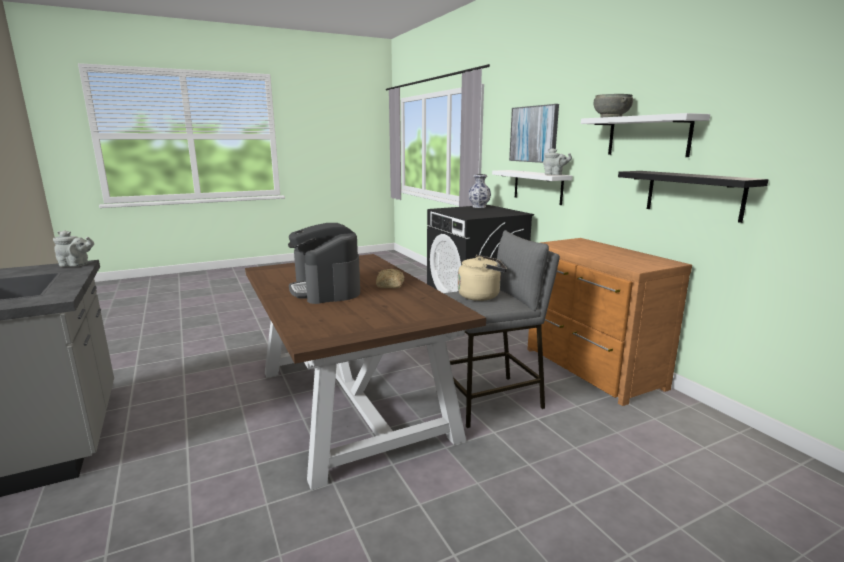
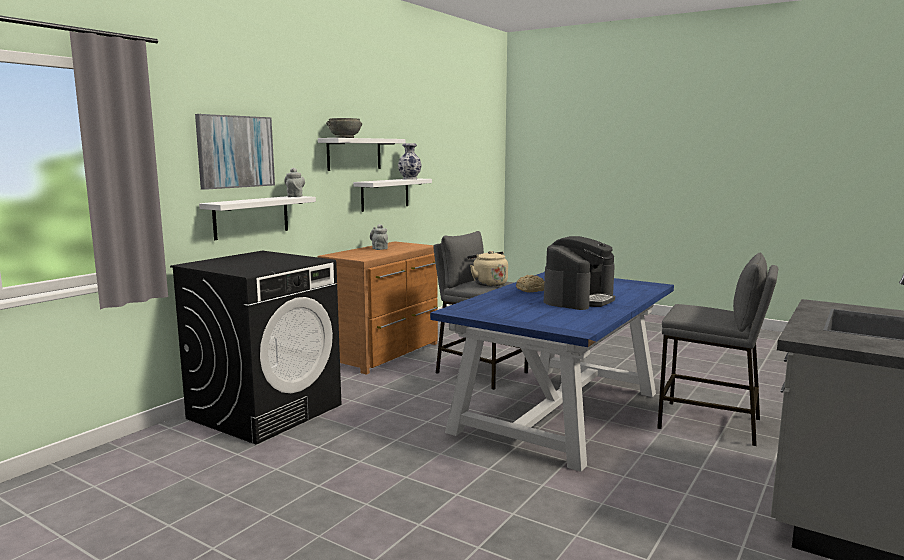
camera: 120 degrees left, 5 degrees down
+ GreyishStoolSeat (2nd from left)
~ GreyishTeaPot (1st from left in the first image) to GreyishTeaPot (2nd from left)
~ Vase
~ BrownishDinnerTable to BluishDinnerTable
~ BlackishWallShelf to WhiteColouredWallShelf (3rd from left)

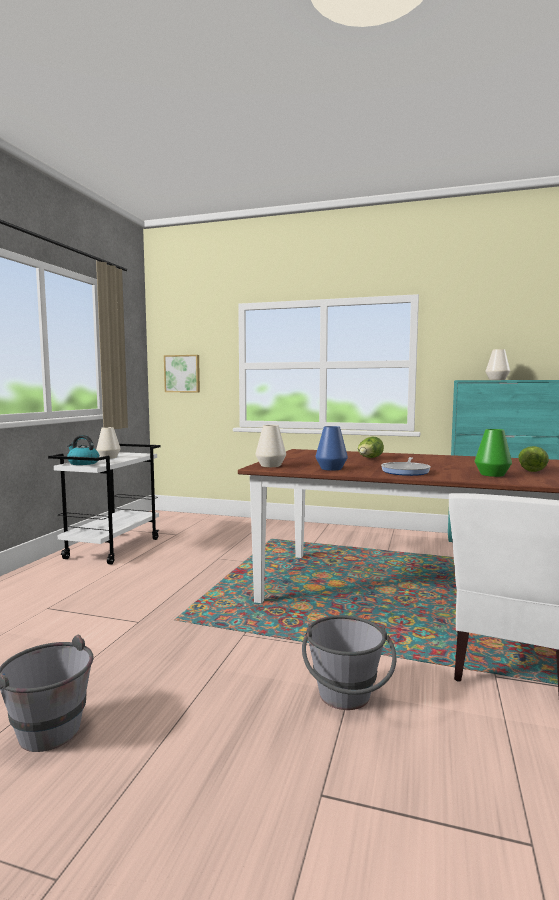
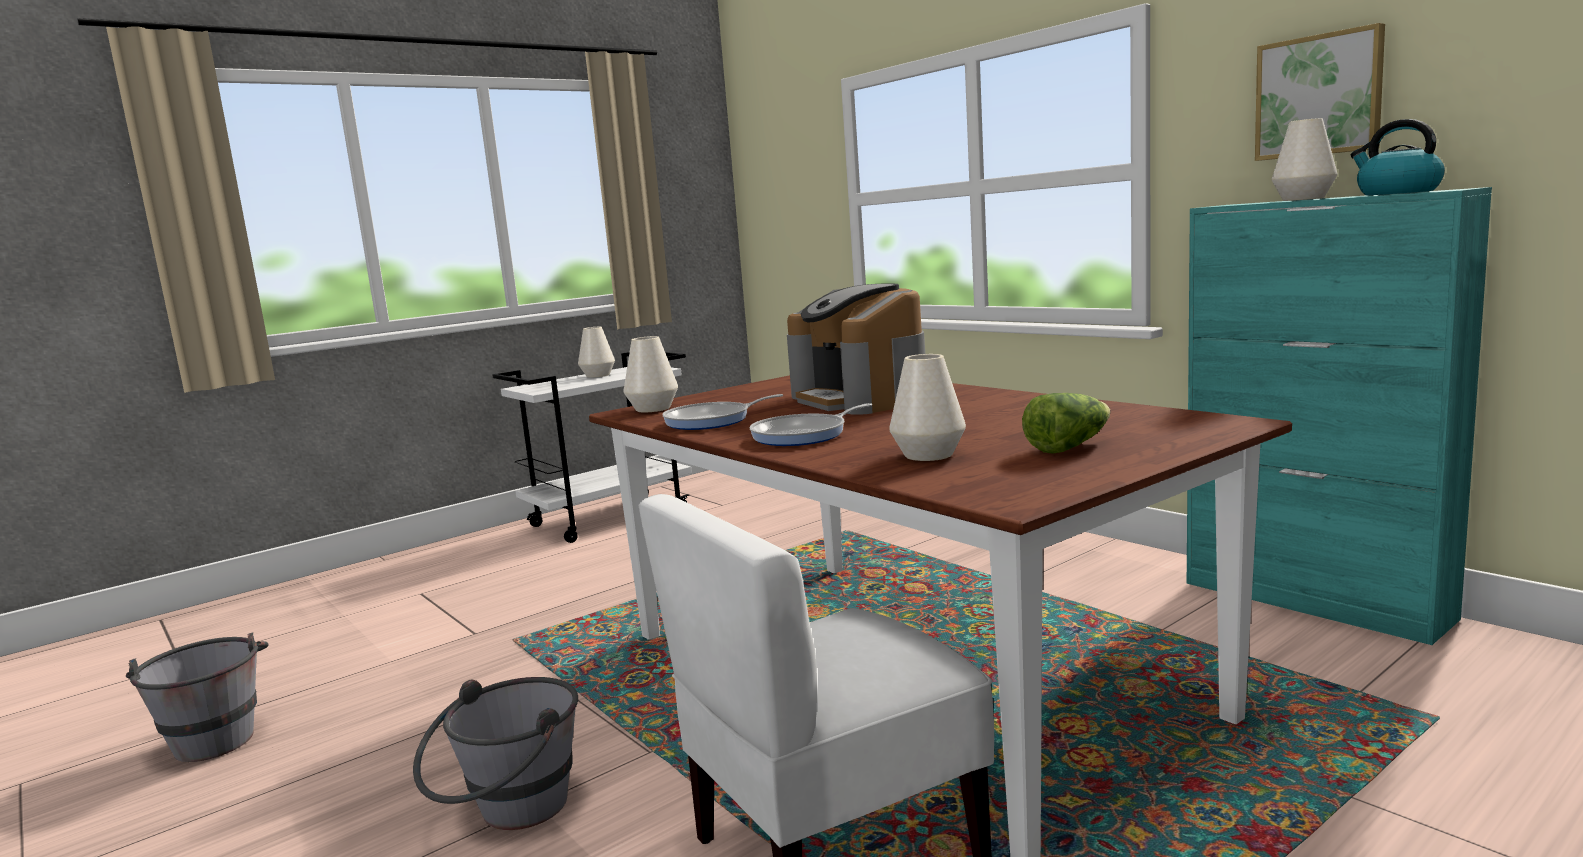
camera: 35 degrees right, 5 degrees up
~ Kettle
~ WallPicture
~ BluishVase to Skillet (1st from left)
~ Lettuce (1st from left) to CoffeeMaker
~ GreenishVase to WhiteColouredVase (3rd from left)

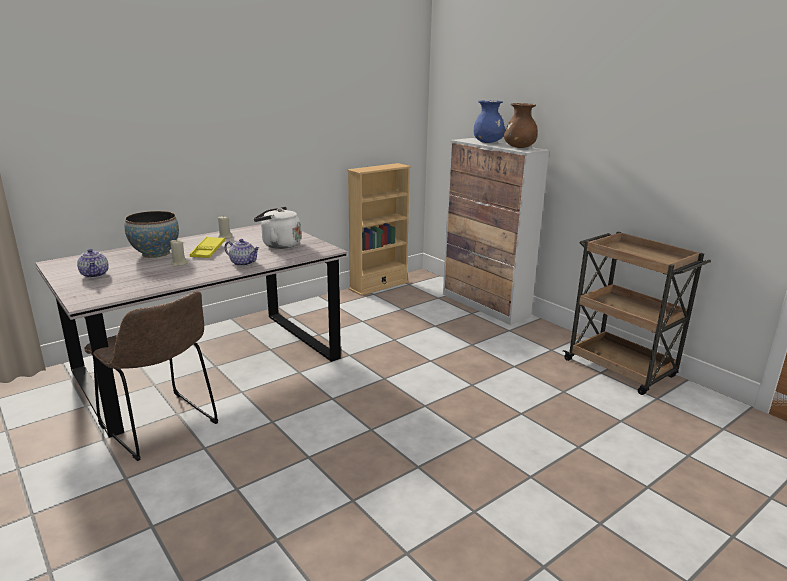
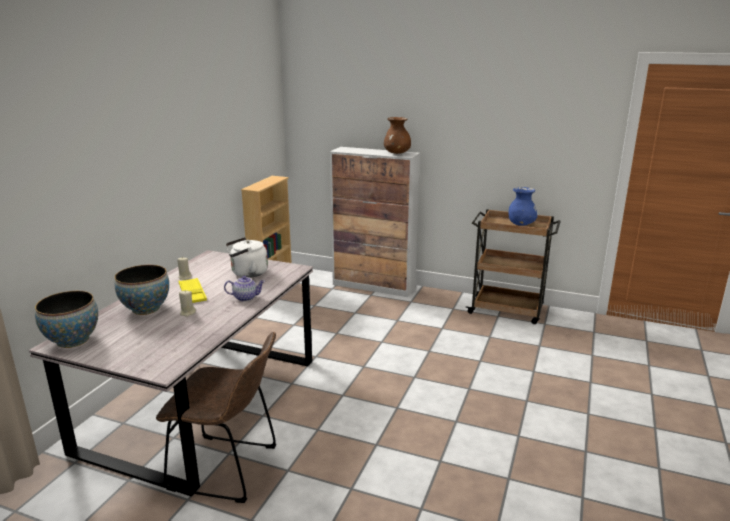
camera: 30 degrees left, 0 degrees up
- TeaPot (1st from left)
+ Bowl (1st from left)
~ BluishVase

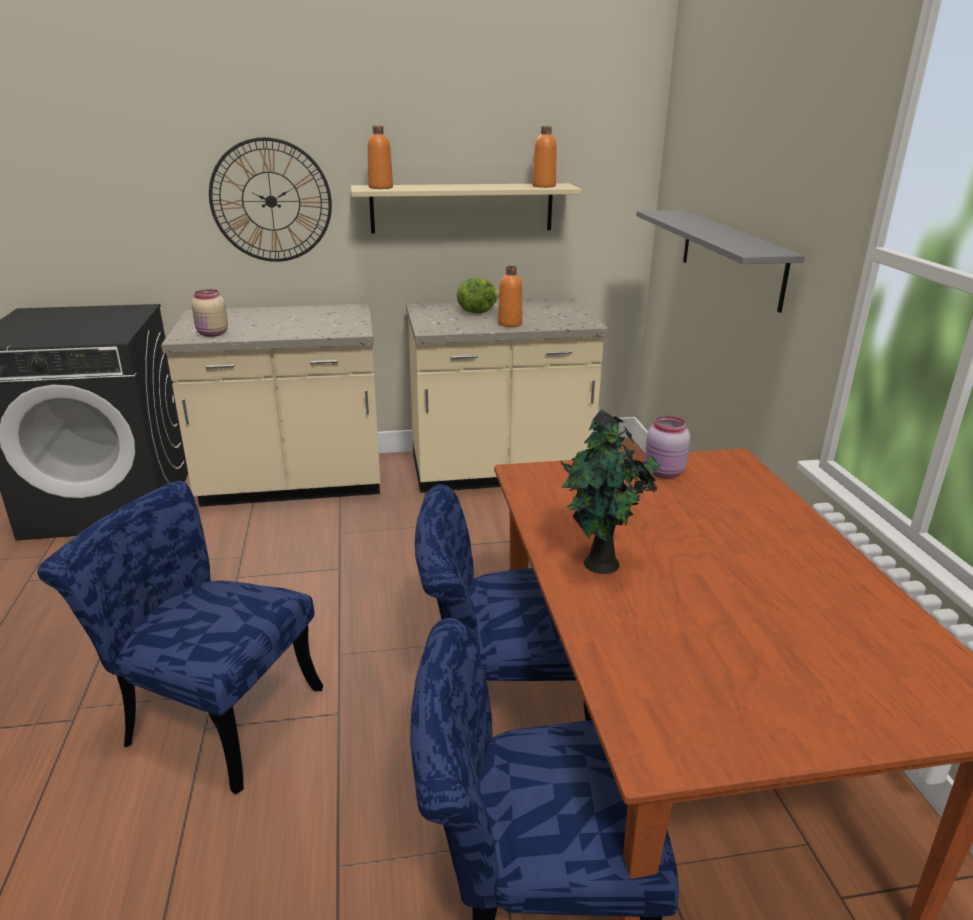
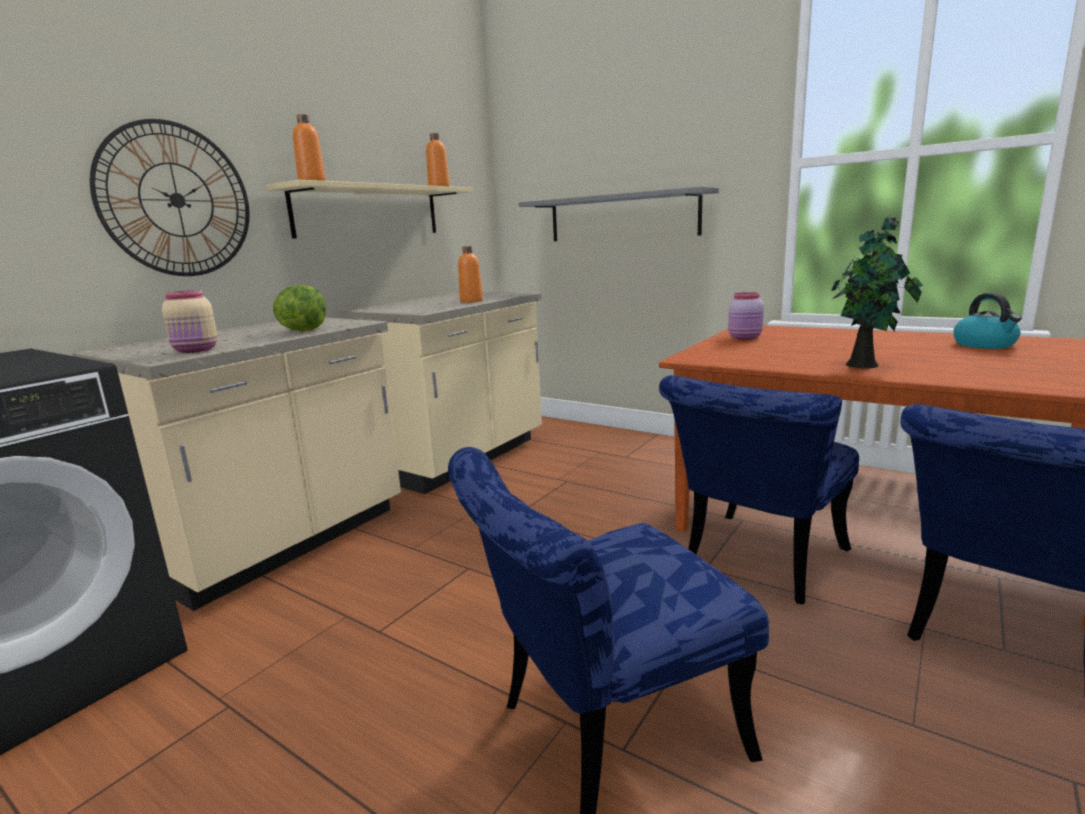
camera: 45 degrees left, 10 degrees down
+ Kettle
~ Lettuce

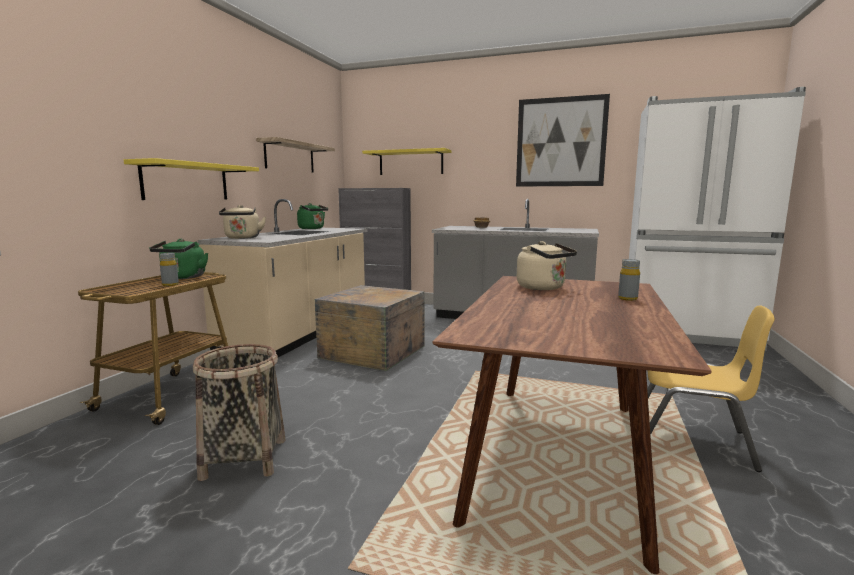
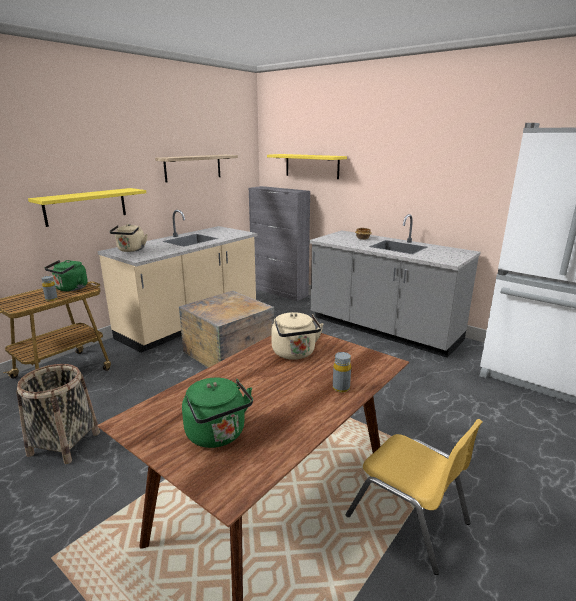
camera: 20 degrees right, 10 degrees up
- WallPicture
~ GreenishKettle (2nd from left)

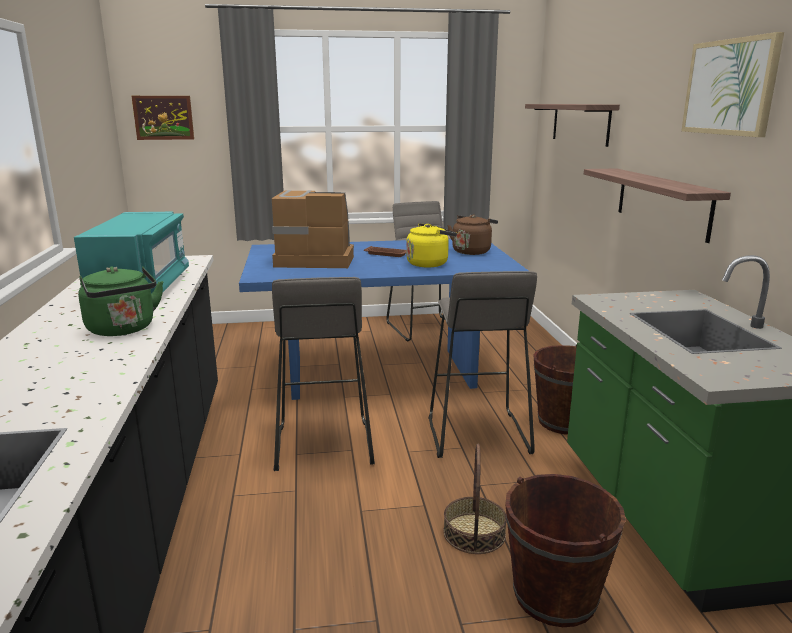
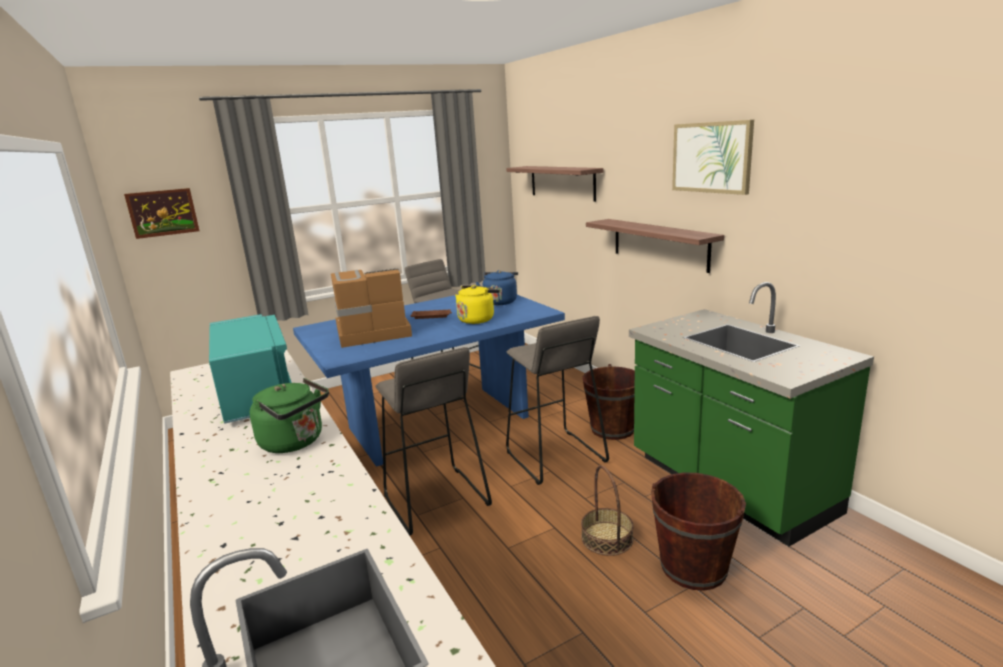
camera: 20 degrees left, 0 degrees up
~ BrownishKettle to BluishKettle

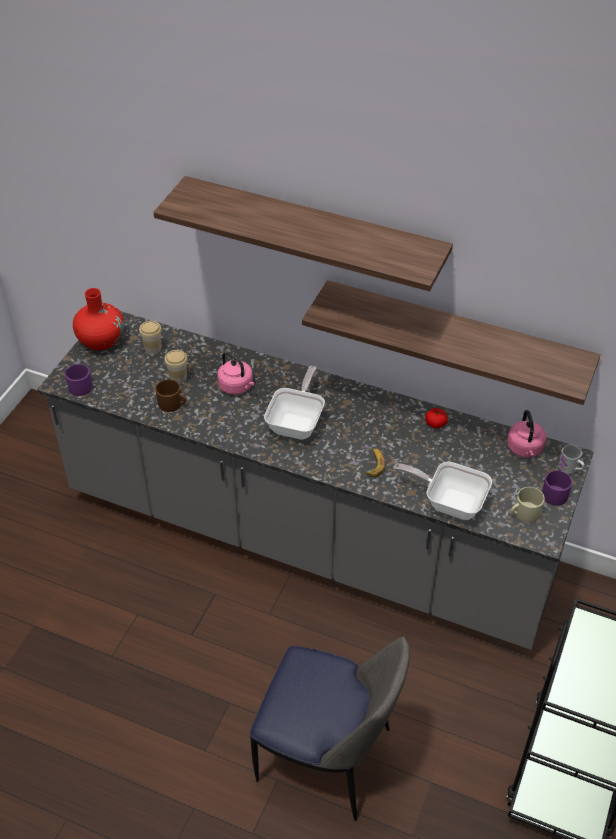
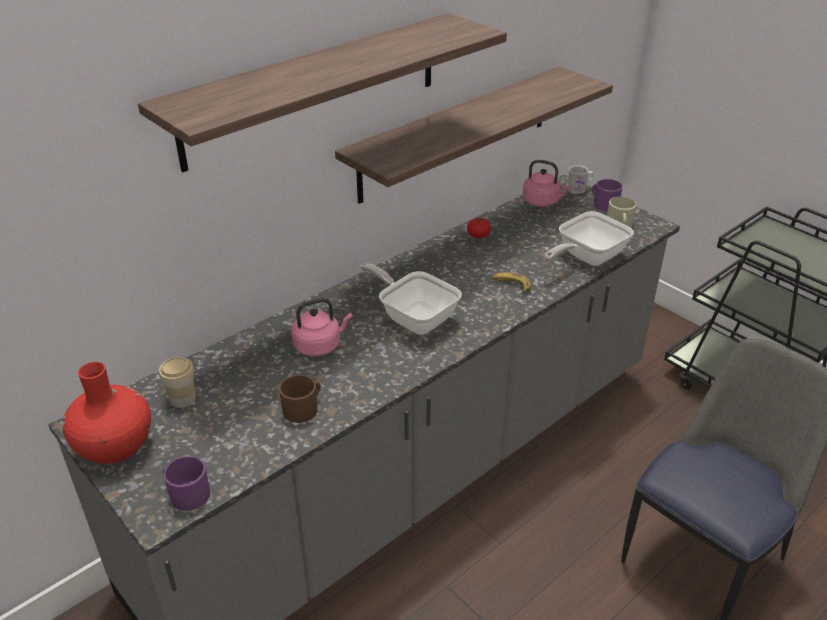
camera: 65 degrees left, 10 degrees down
- Cup (2nd from left)

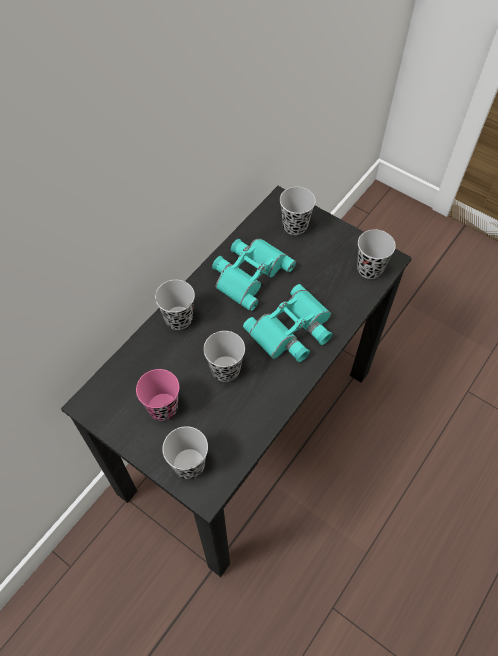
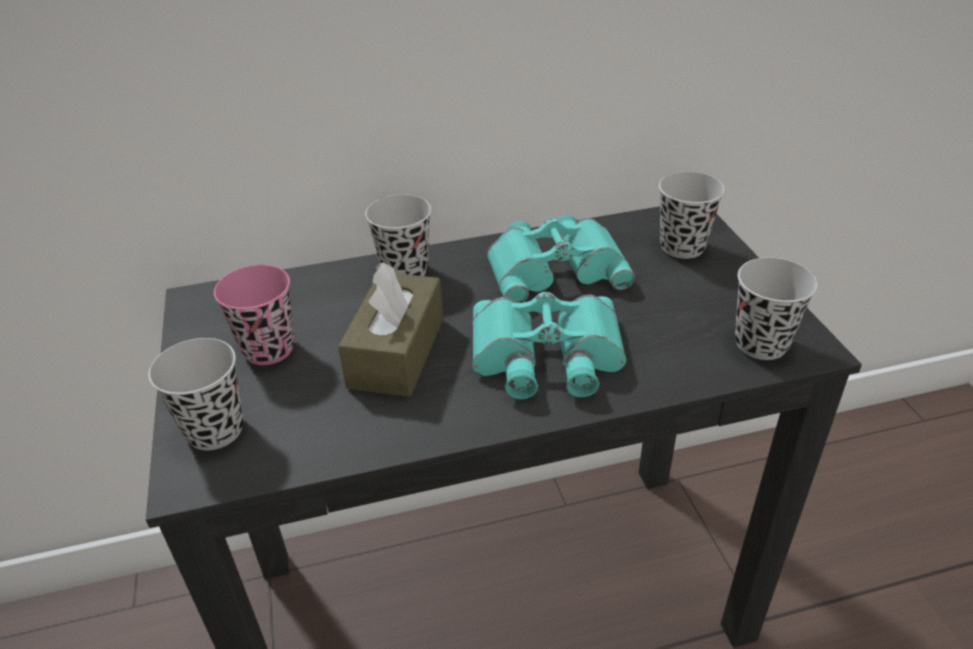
camera: 40 degrees right, 20 degrees down
~ BlackishCup (3rd from left) to BrownishTissueHolder

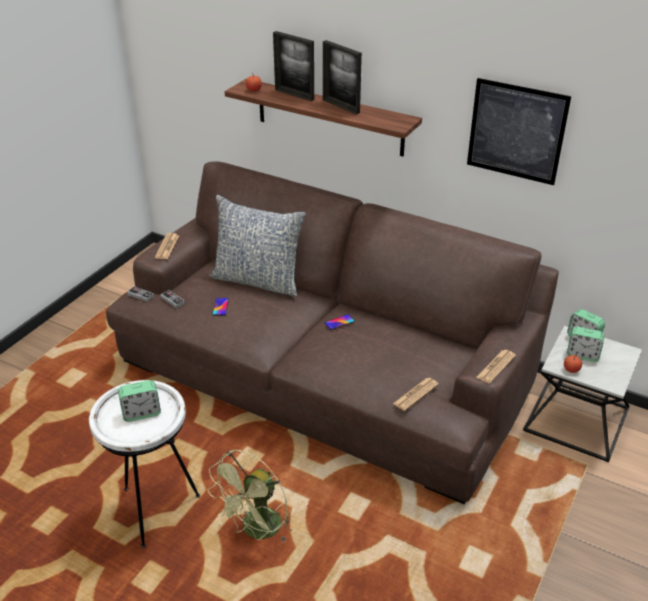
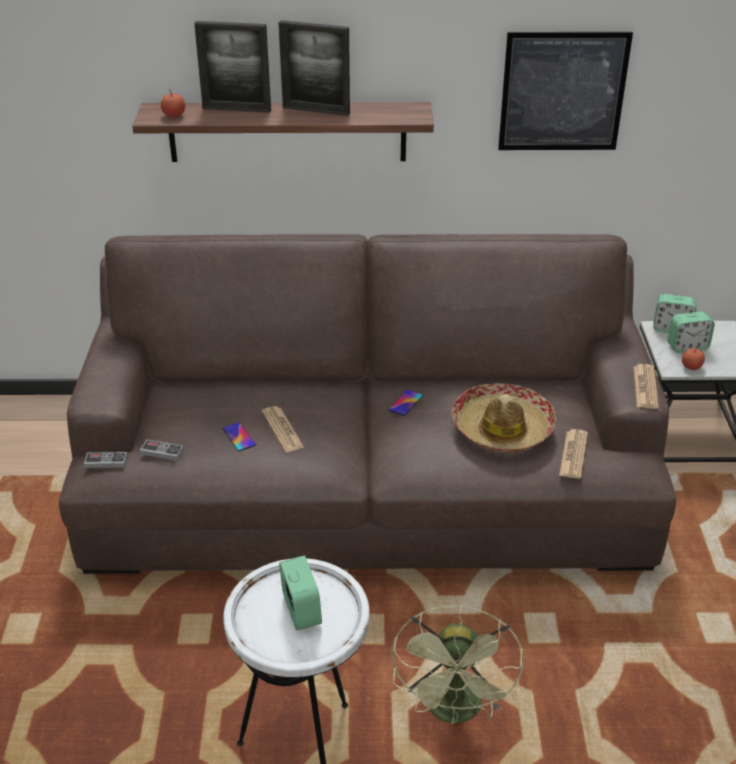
camera: 30 degrees left, 0 degrees up
- Cushion
+ Hat
~ DailyPaper (1st from left)
~ TableClock (1st from left) 60 degrees counterclockwise

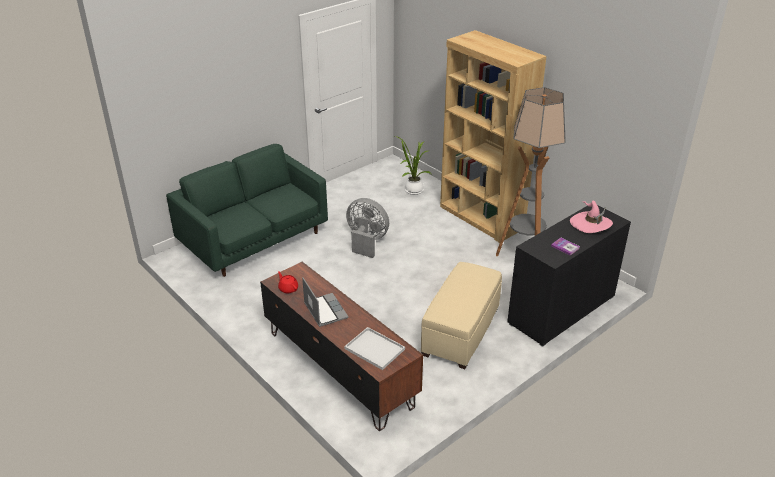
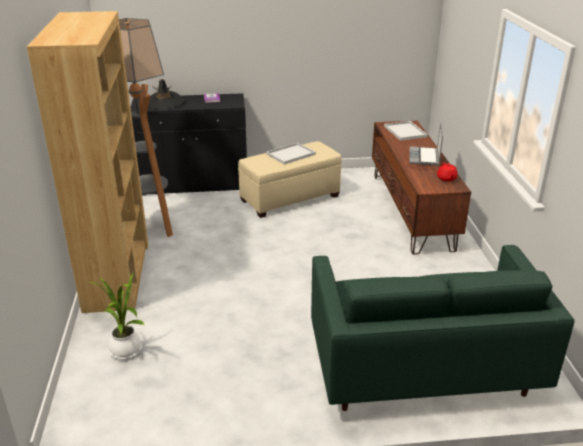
camera: 145 degrees left, 5 degrees down
- GreyishCoolingFan
+ WhiteColouredTray (1st from left)
~ PinkHat to BlackishHat

